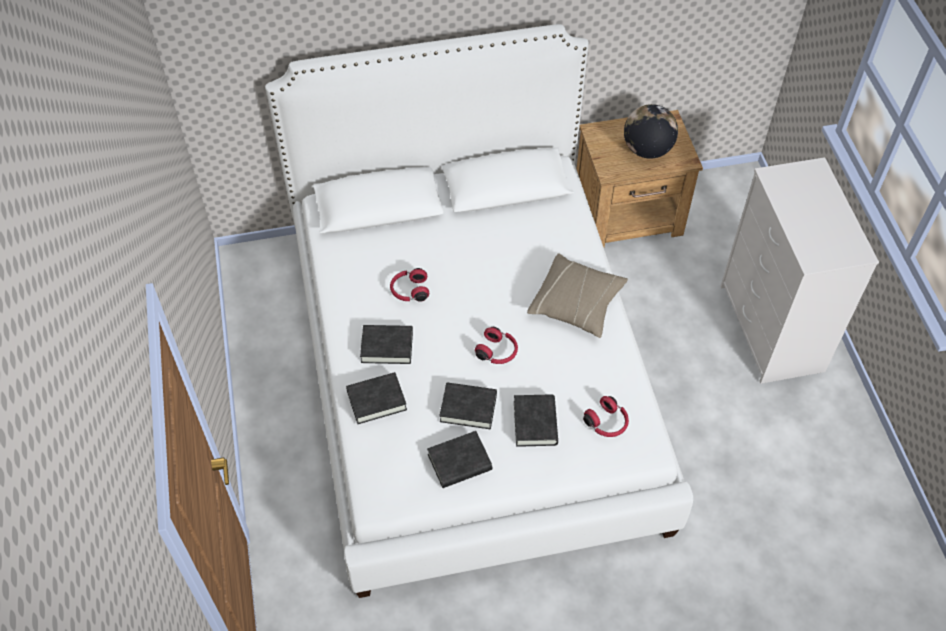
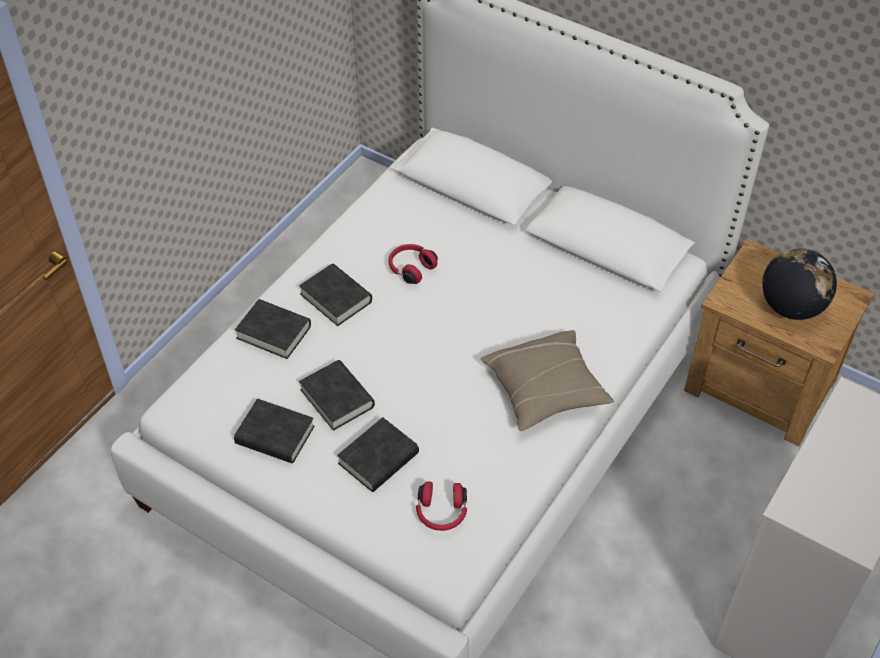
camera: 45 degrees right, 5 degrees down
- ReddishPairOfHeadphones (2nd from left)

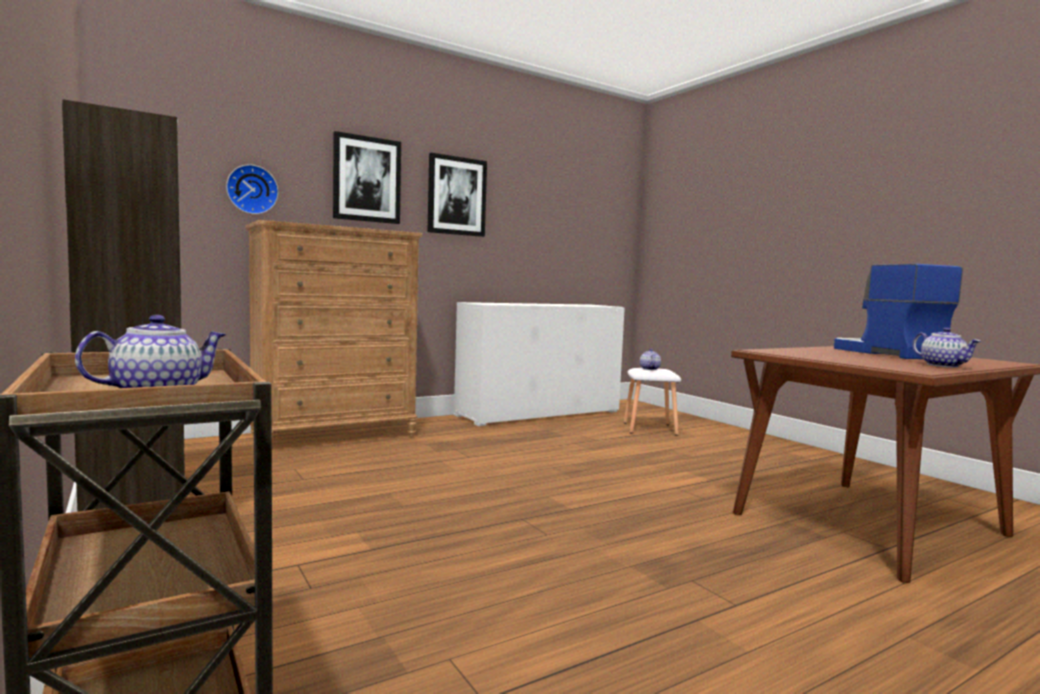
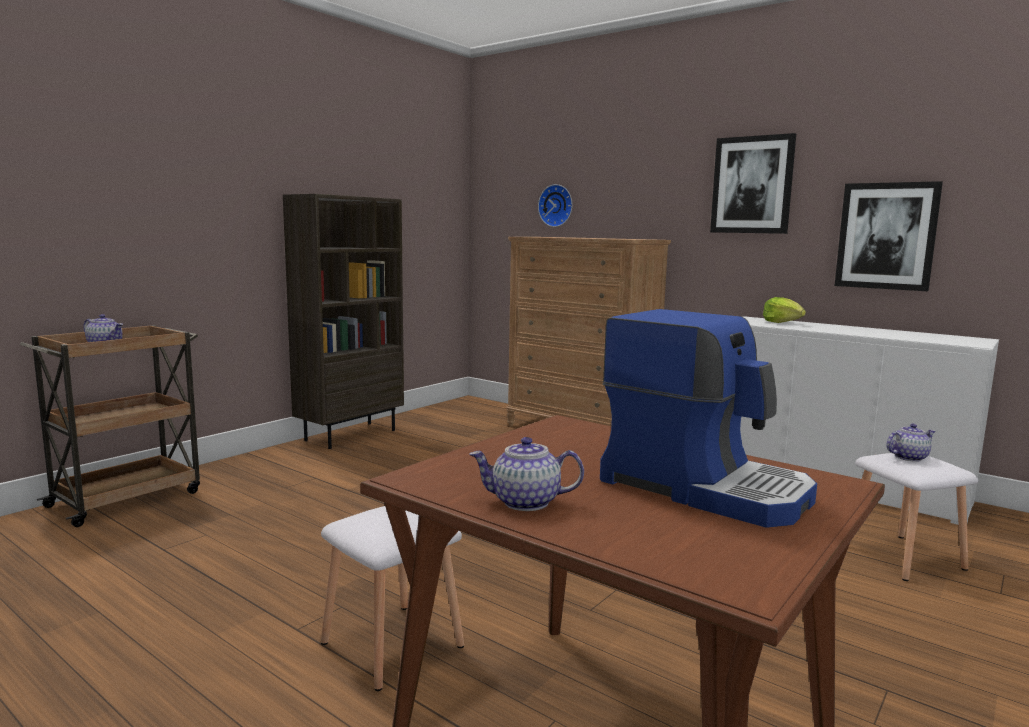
camera: 70 degrees right, 5 degrees up
+ WhiteColouredStoolSeat (1st from left)
+ Lettuce
~ WallPicture (1st from left in the first image) to WallPicture (2nd from left)
~ CoffeeMaker 75 degrees clockwise
~ TeaPot (3rd from left in the first image) 45 degrees clockwise

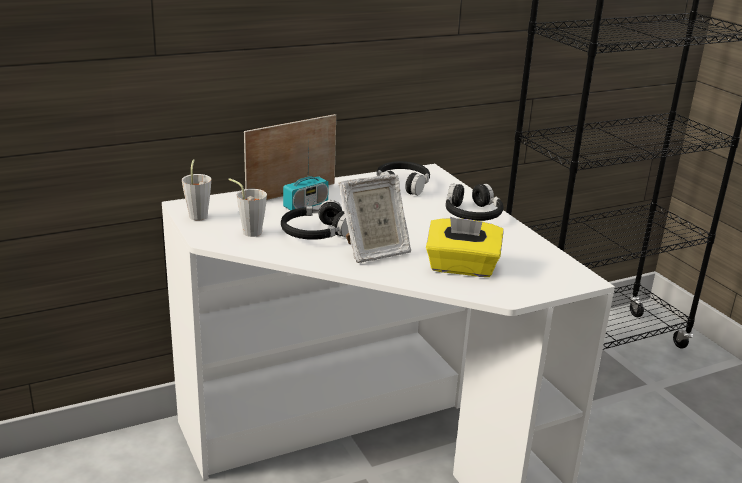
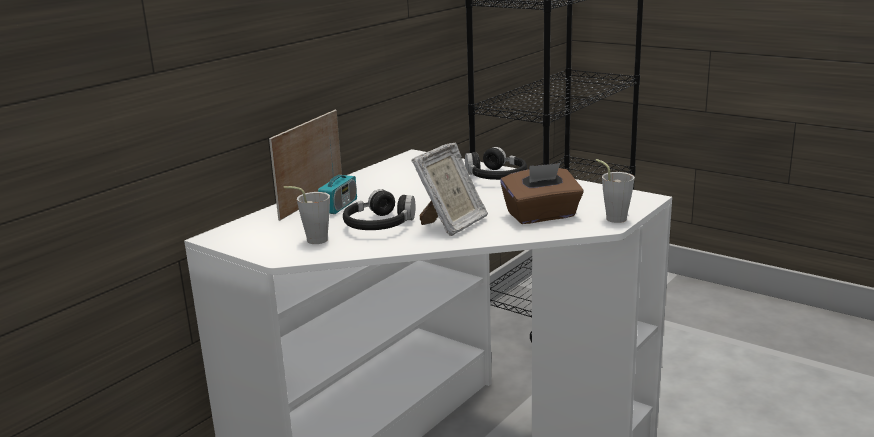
camera: 25 degrees left, 5 degrees down
- BlackishPairOfHeadphones (2nd from left)
~ GreyishCup (1st from left in the first image) to GreyishCup (2nd from left)
~ YellowishTissueHolder to BrownishTissueHolder

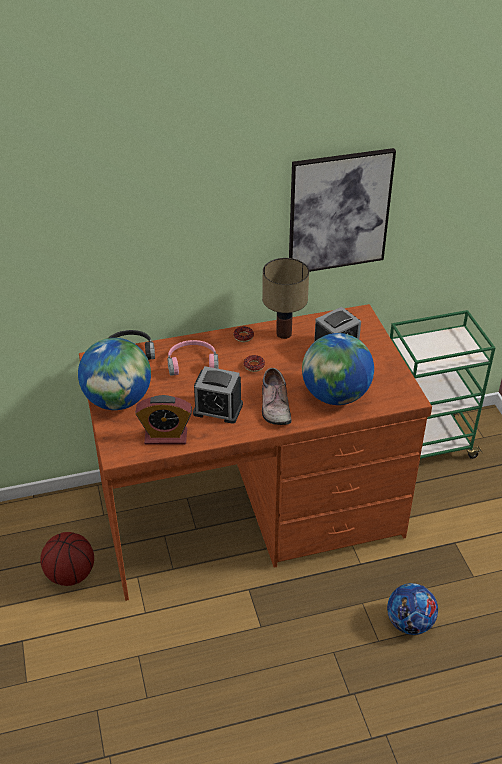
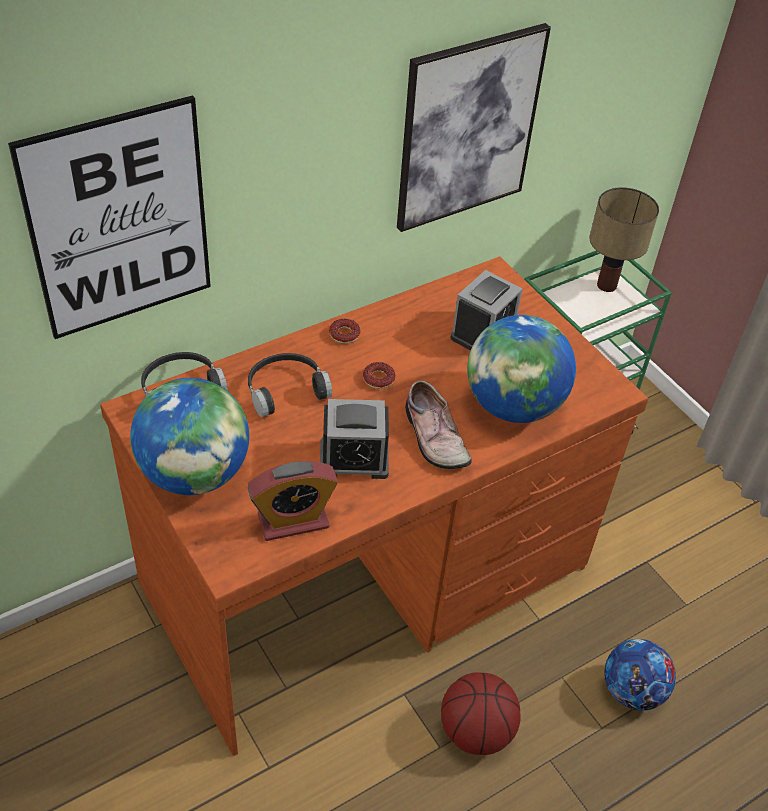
camera: 20 degrees left, 5 degrees up
+ WallPicture (1st from left)
~ Basketball
~ TabletopLamp
~ PinkPairOfHeadphones to BlackishPairOfHeadphones (2nd from left)

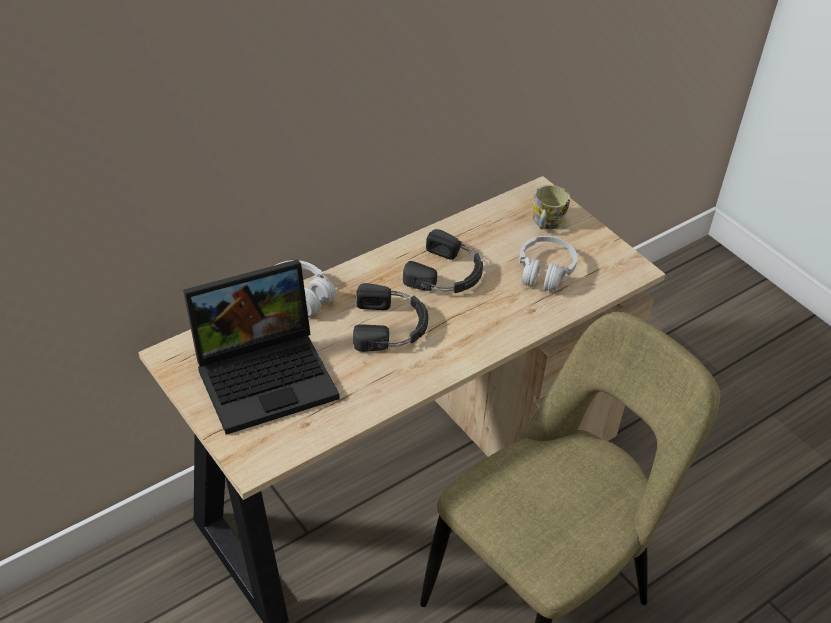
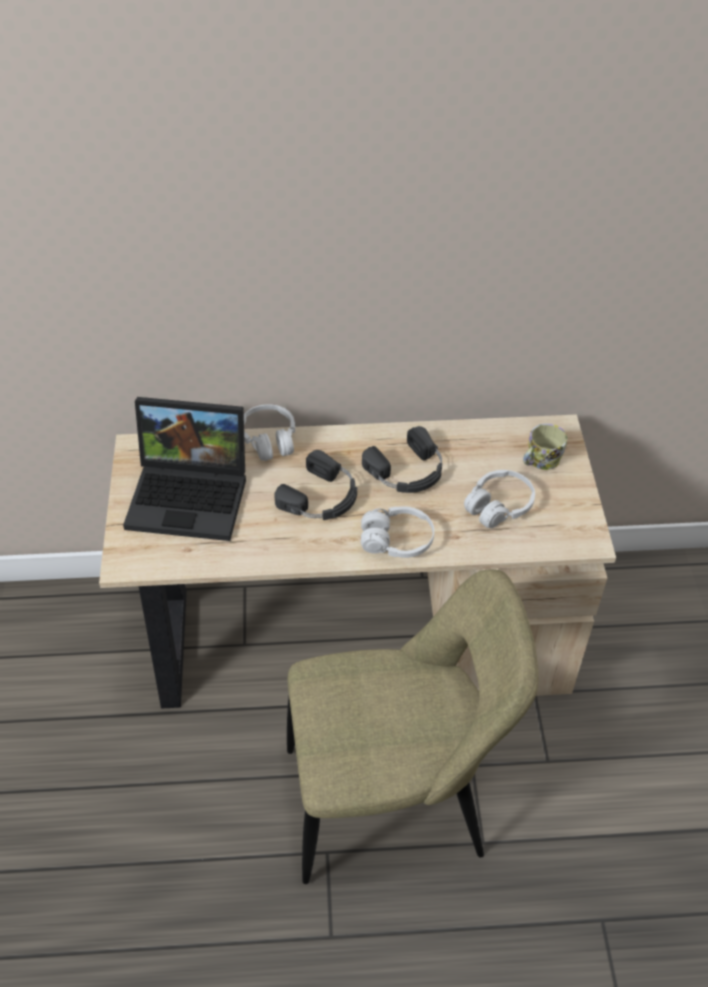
camera: 35 degrees right, 5 degrees up
+ WhiteColouredPairOfHeadphones (2nd from left)

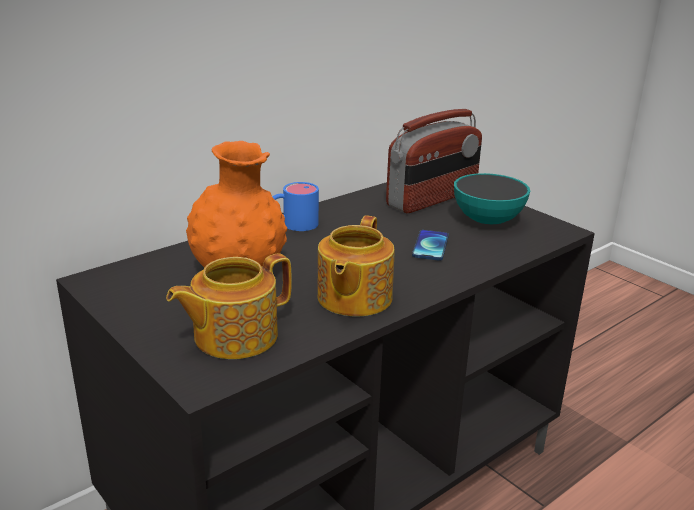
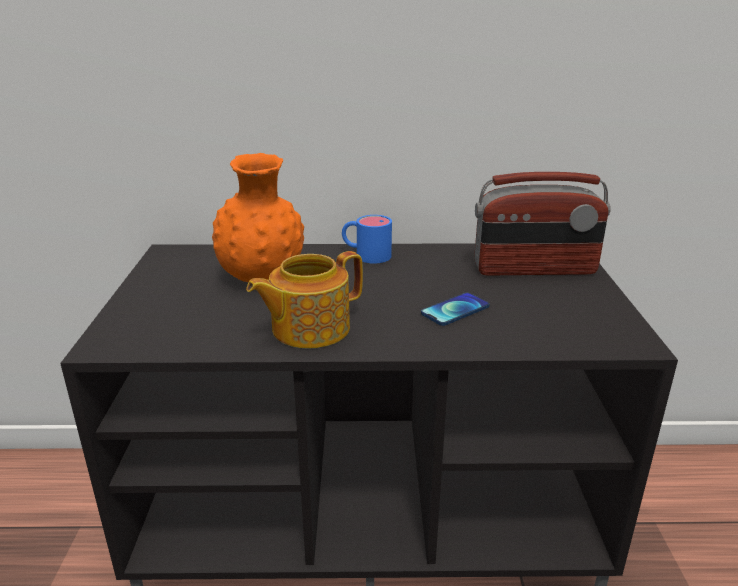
camera: 40 degrees right, 0 degrees up
- TeaPot (1st from left)
- Bowl

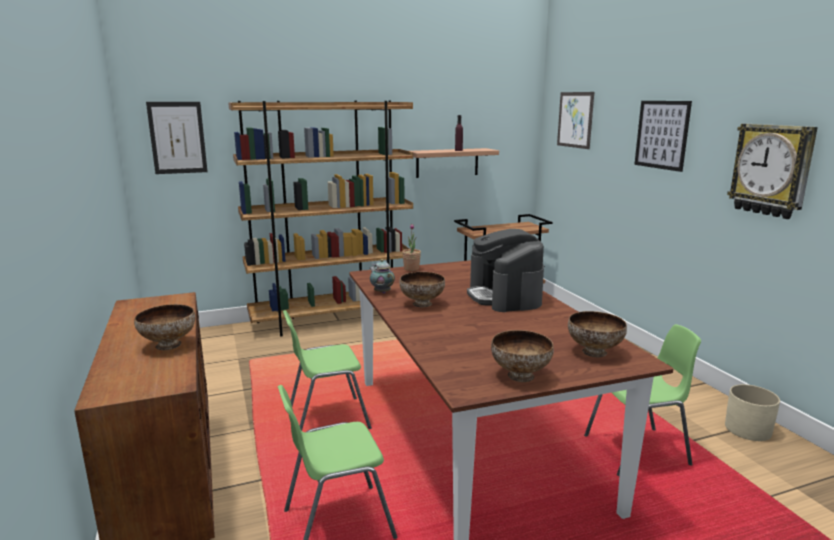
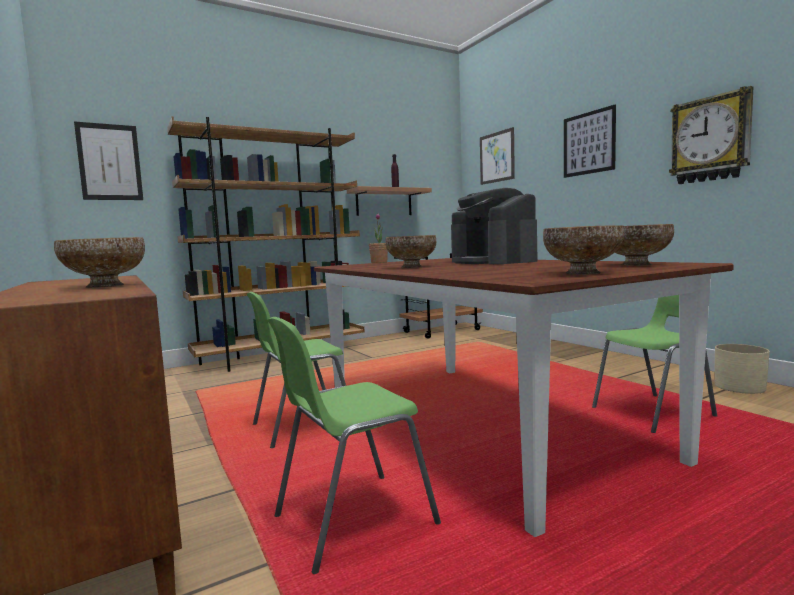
camera: 10 degrees left, 10 degrees down
- TeaPot

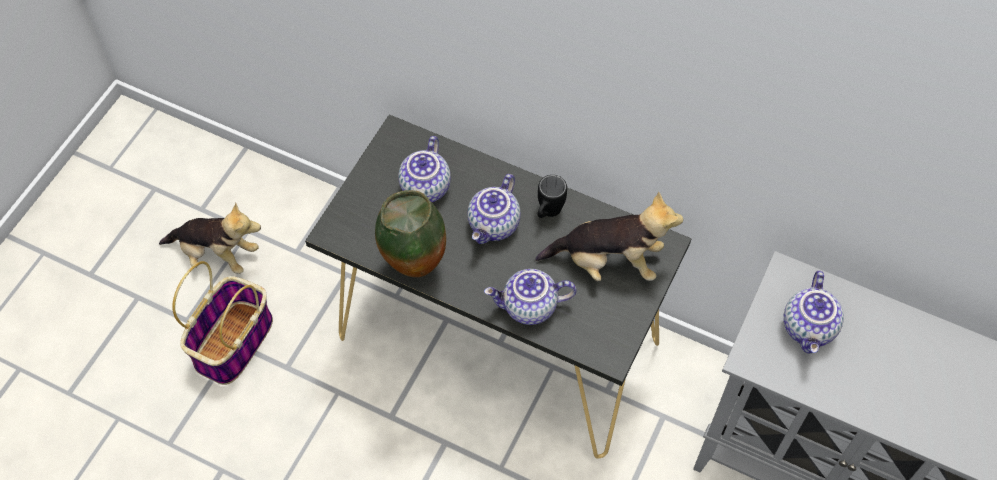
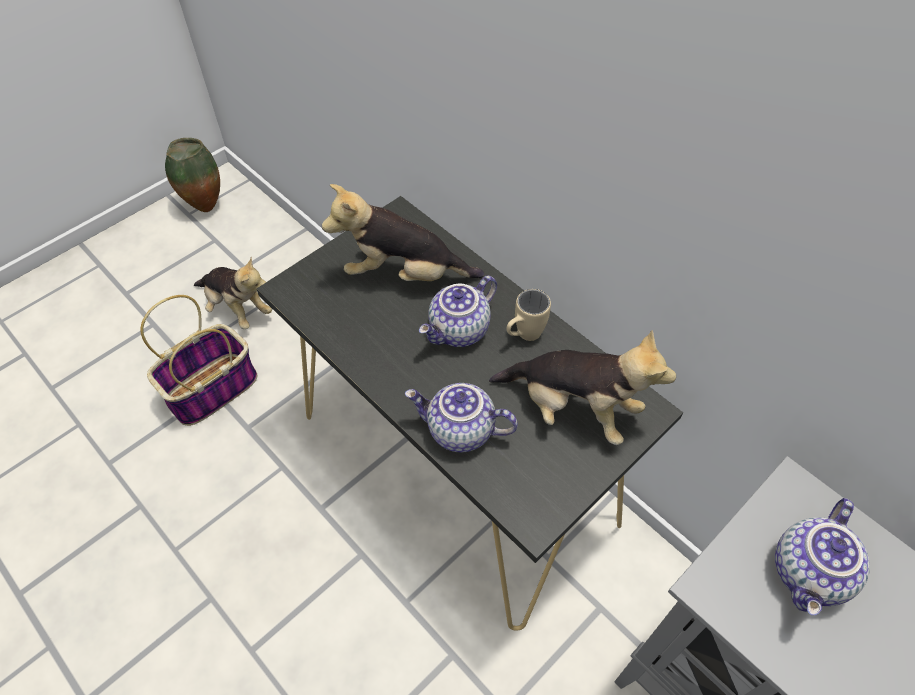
camera: 20 degrees right, 5 degrees down
~ Vase
~ TeaPot (1st from left) to CuddlyToy (2nd from left)
~ BlackishMug to BeigeMug

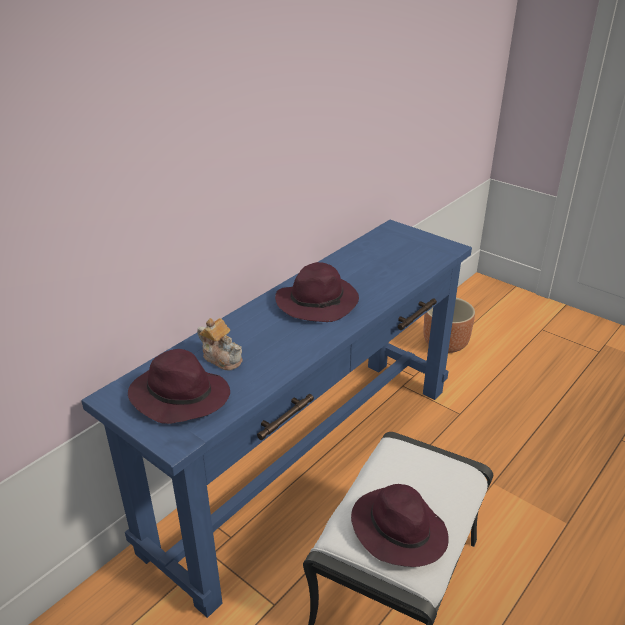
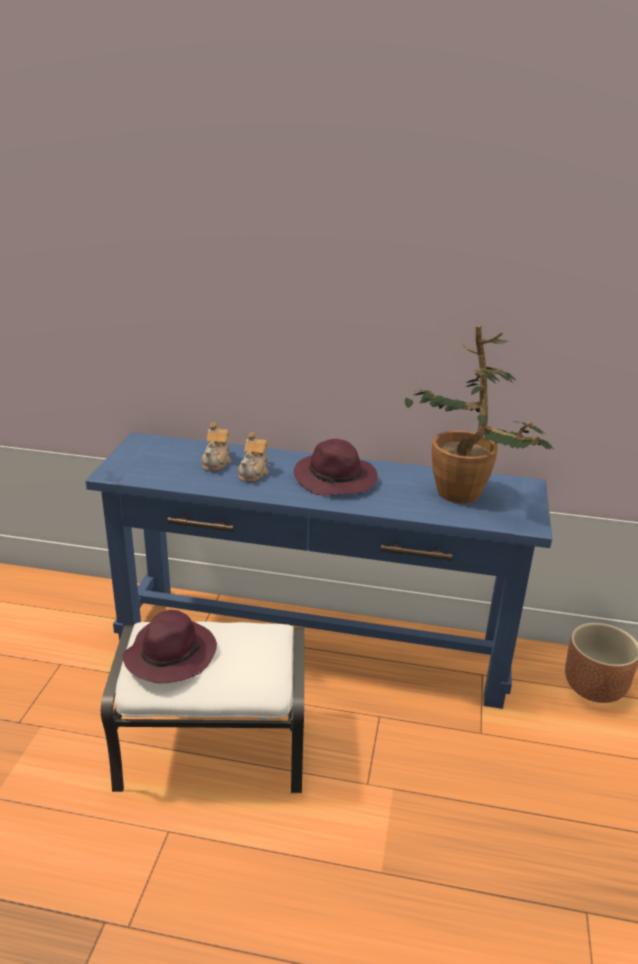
camera: 60 degrees right, 5 degrees down
- PurplishHat (1st from left)
+ TeaPot (2nd from left)
+ PlantInAPot

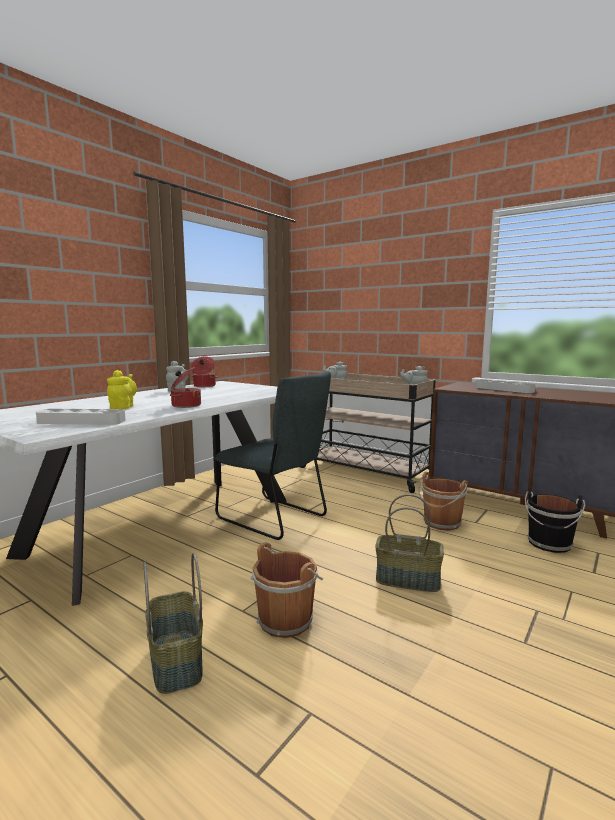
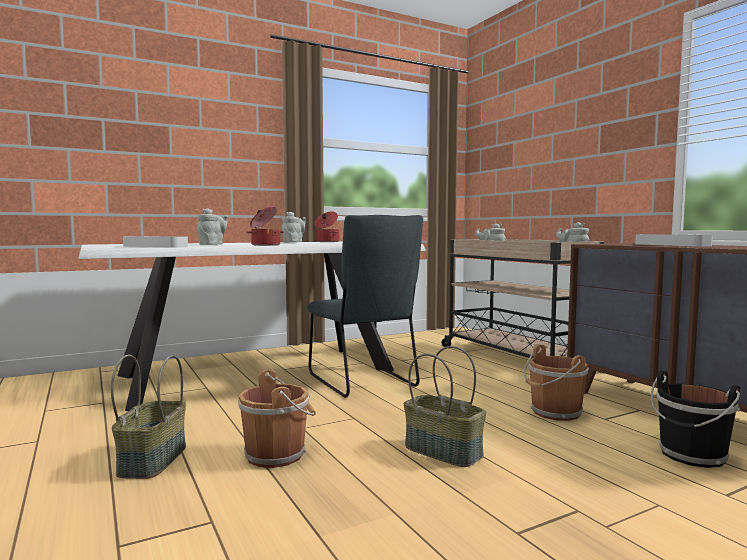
camera: 25 degrees right, 5 degrees down
~ YellowishTeaPot to GreyishTeaPot (1st from left)

